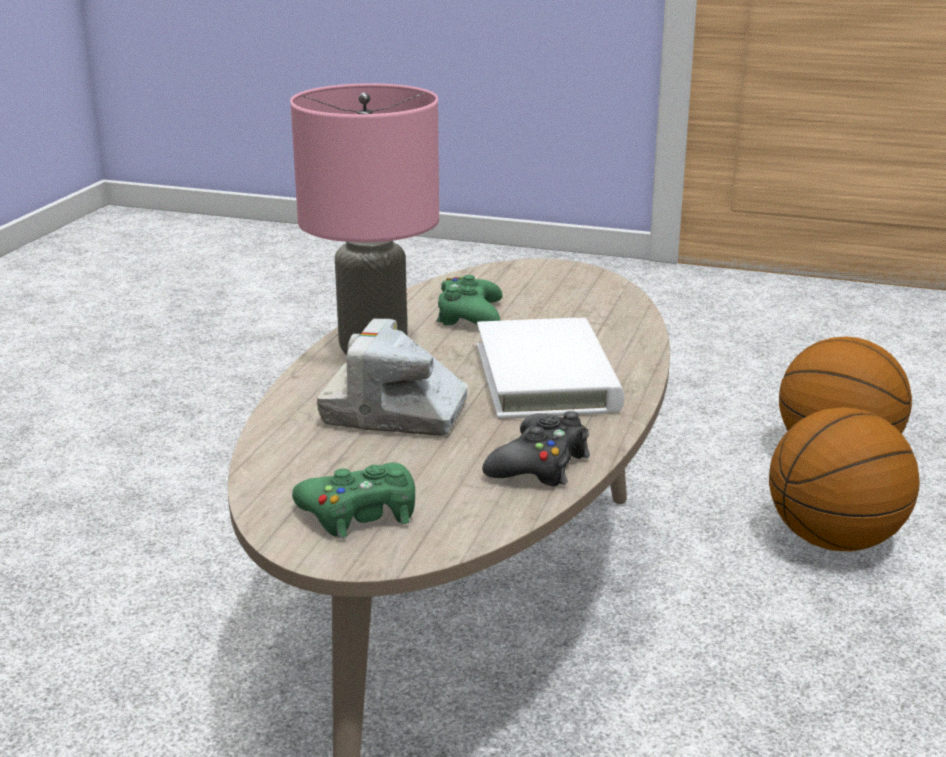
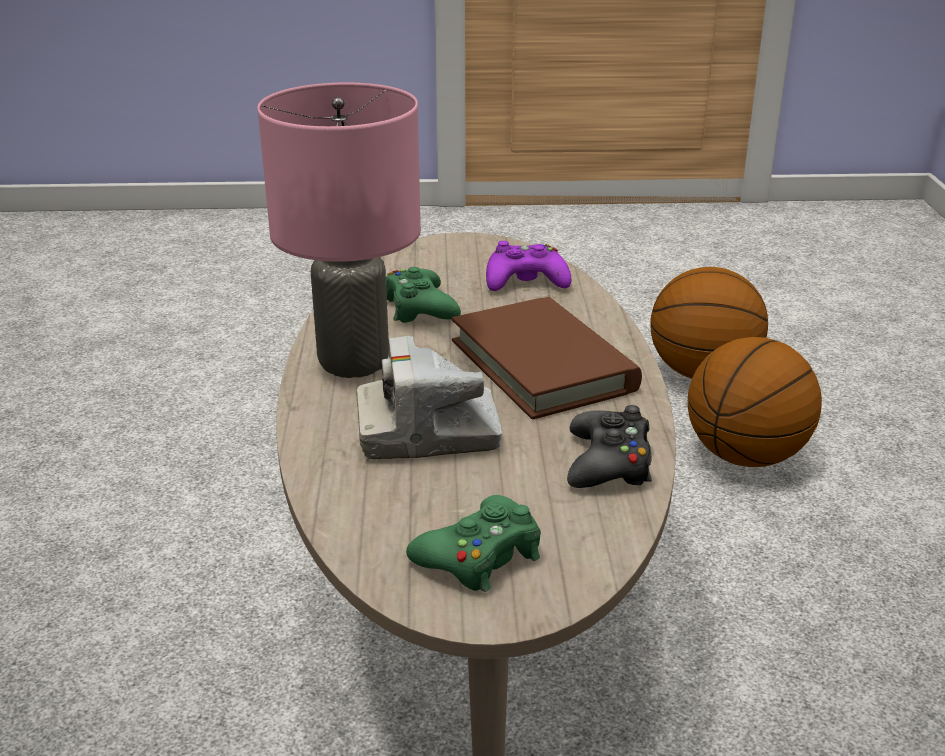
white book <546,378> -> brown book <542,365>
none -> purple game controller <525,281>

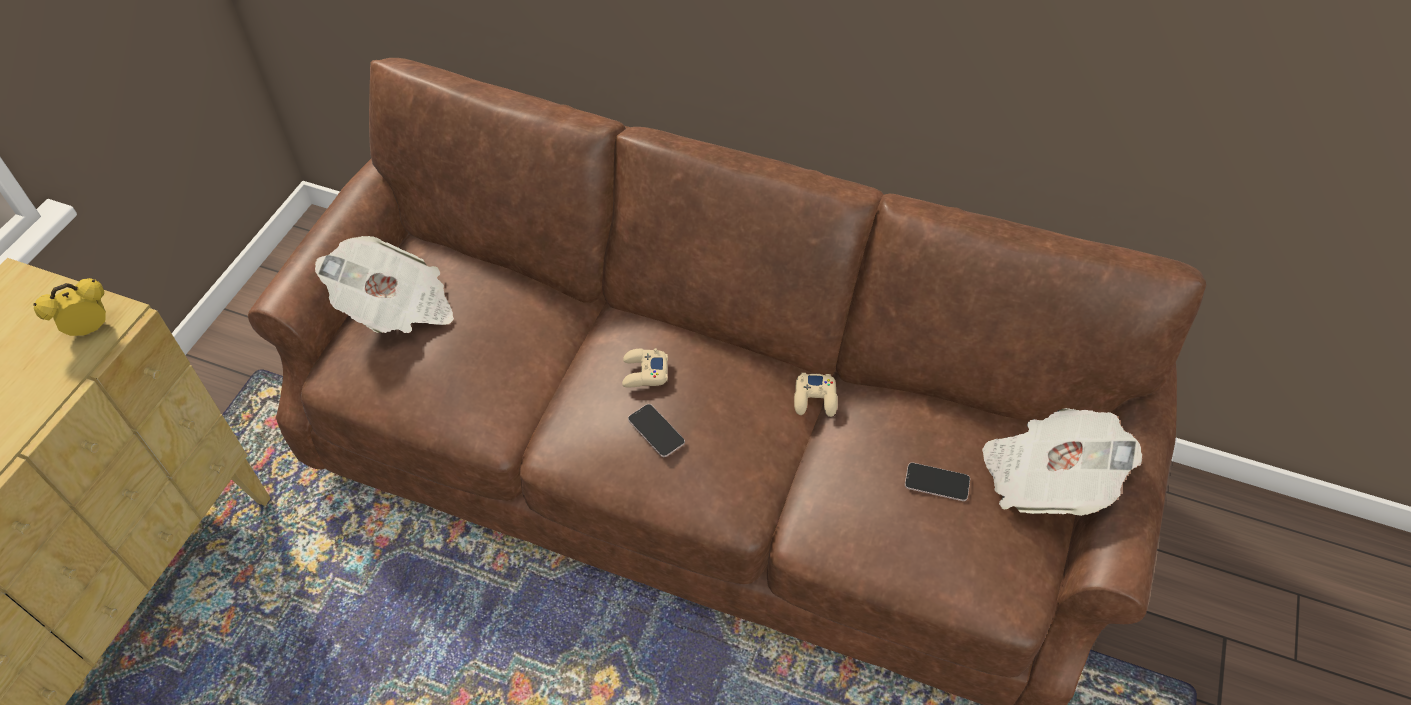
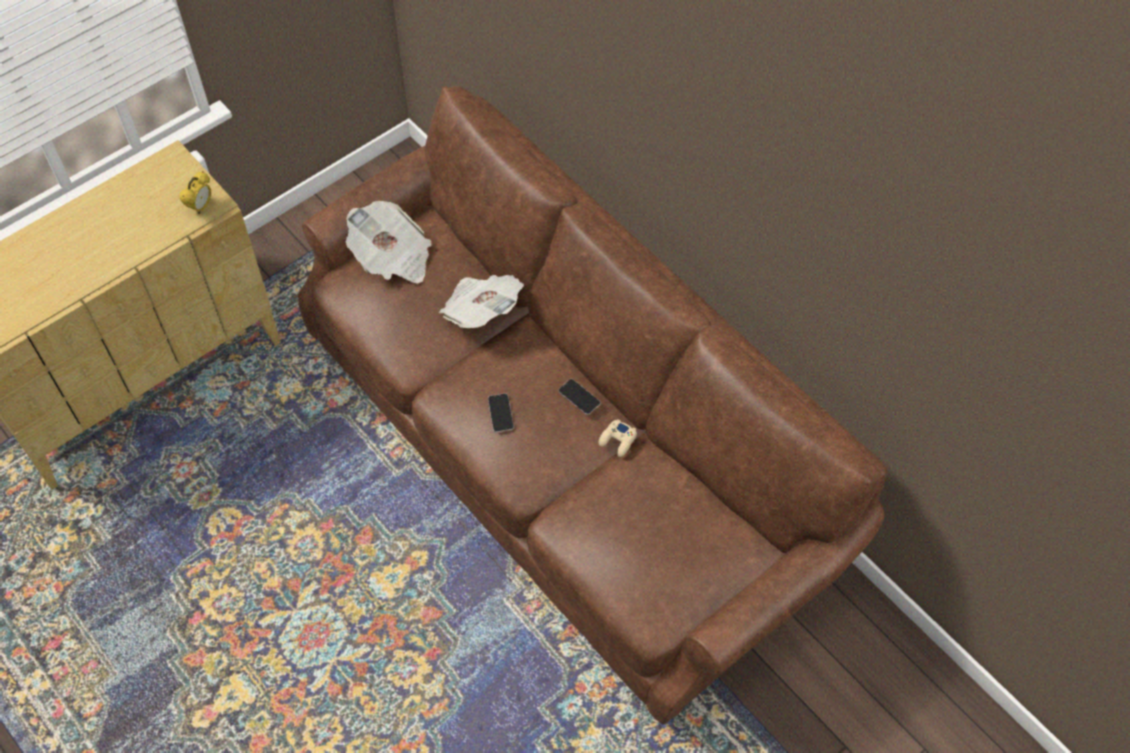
alarm clock <90,329> -> alarm clock <201,207>, 120 degrees clockwise
newspaper <1046,478> -> newspaper <481,311>, move
phone <937,482> -> phone <579,397>, move
beige game controller <644,373> -> none

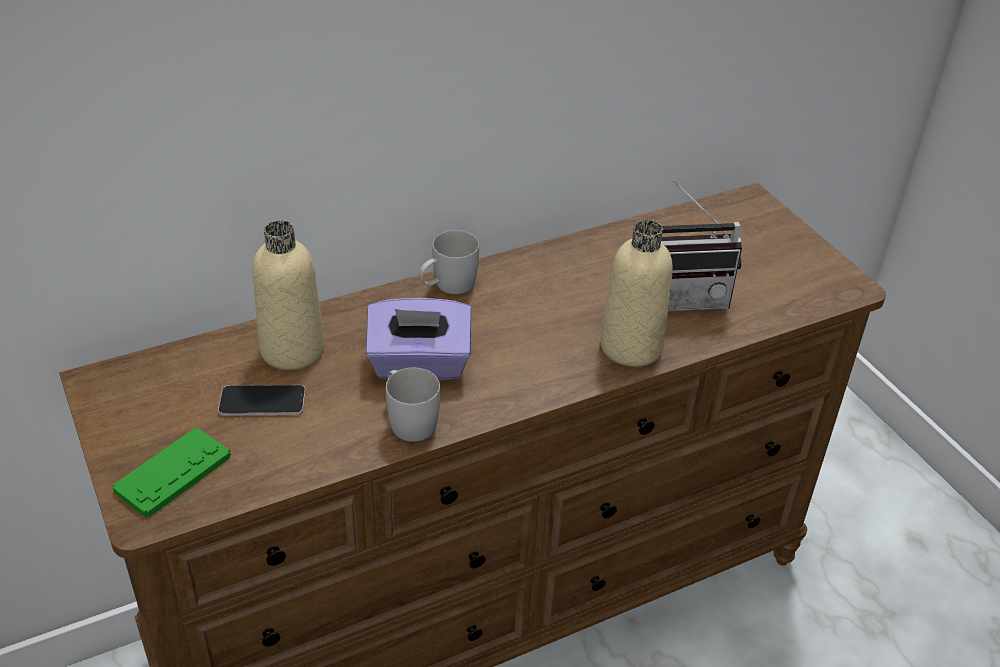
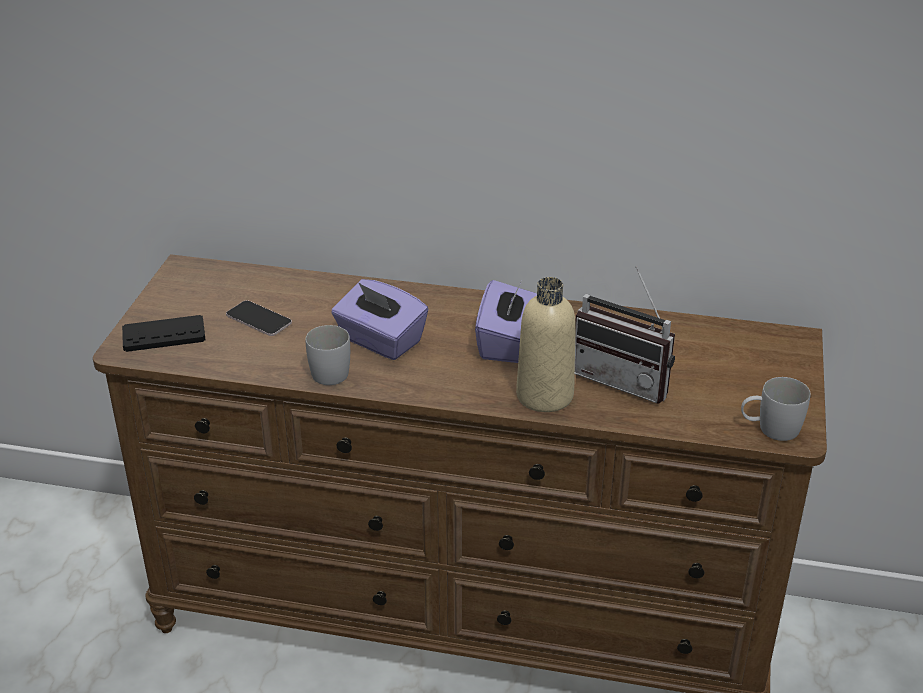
green game controller <173,473> -> black game controller <164,335>
none -> purple tissue box <508,343>
white mug <447,286> -> white mug <770,429>, move
beige bottle <292,350> -> none

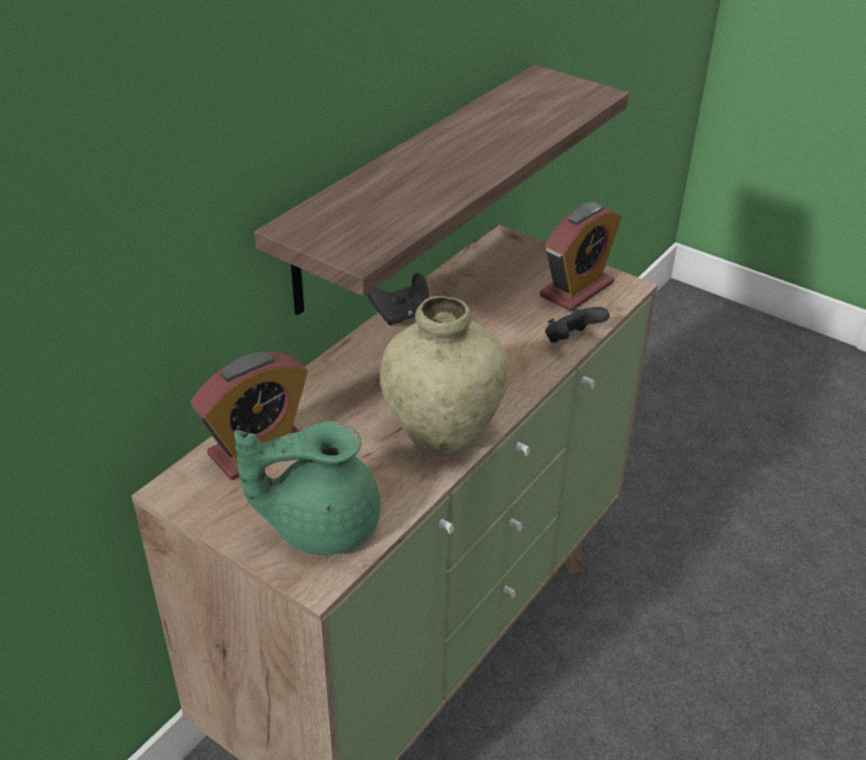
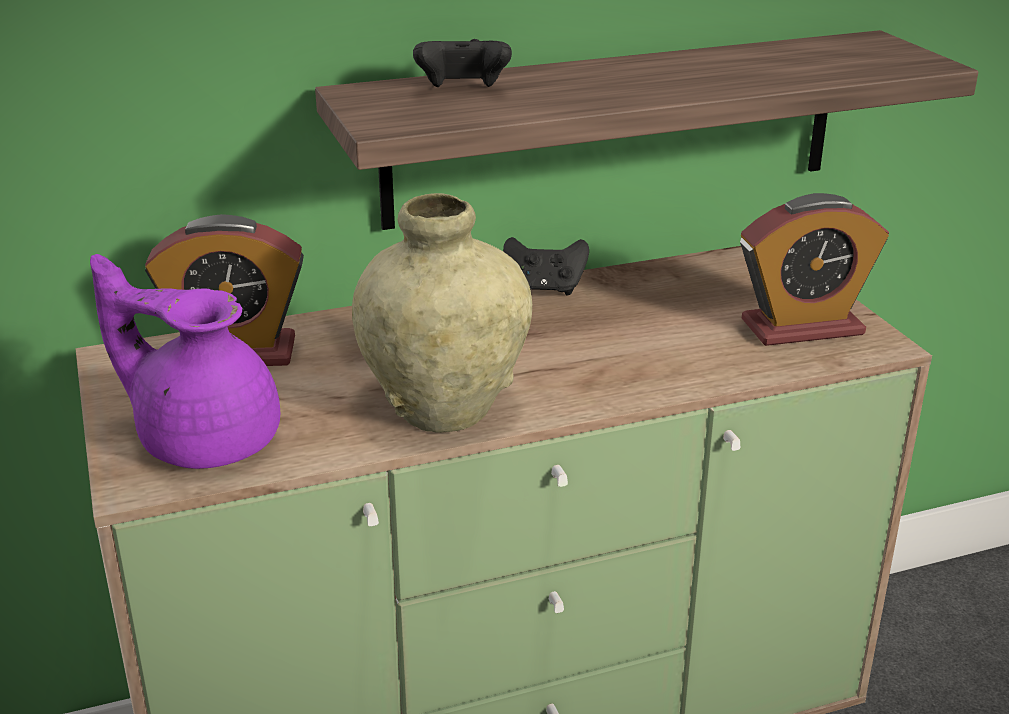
green teapot <321,525> -> purple teapot <205,439>
black game controller <571,340> -> black game controller <463,91>, move

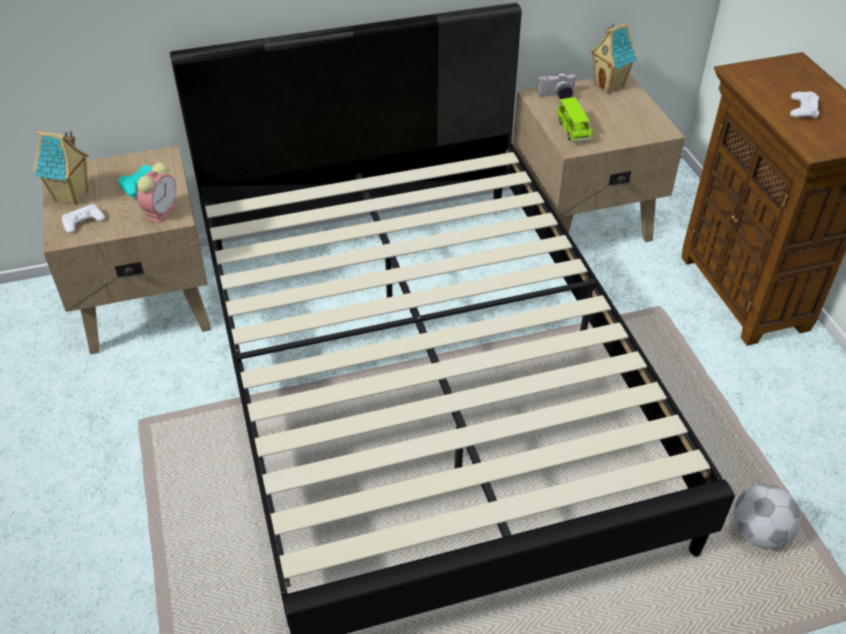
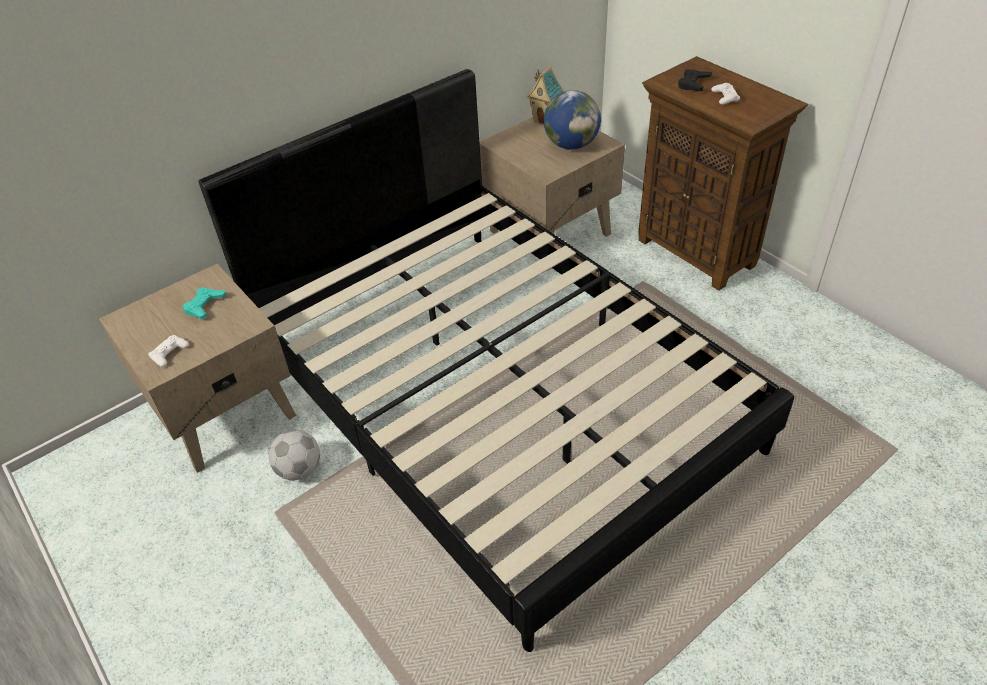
football <758,533> -> football <299,469>, move
none -> globe <571,145>
none -> black game controller <693,84>
toy house <72,196> -> none
alarm clock <161,211> -> none
photo camera <556,96> -> none
green toy car <573,130> -> none

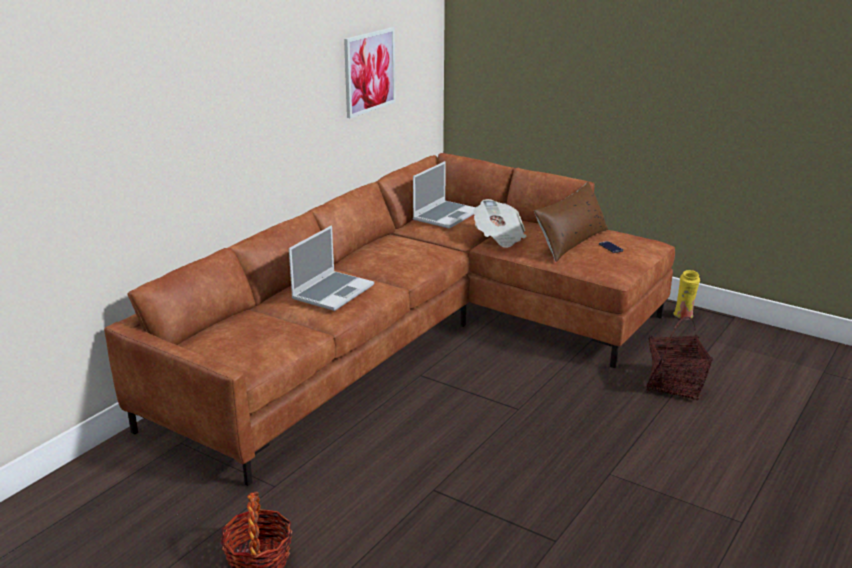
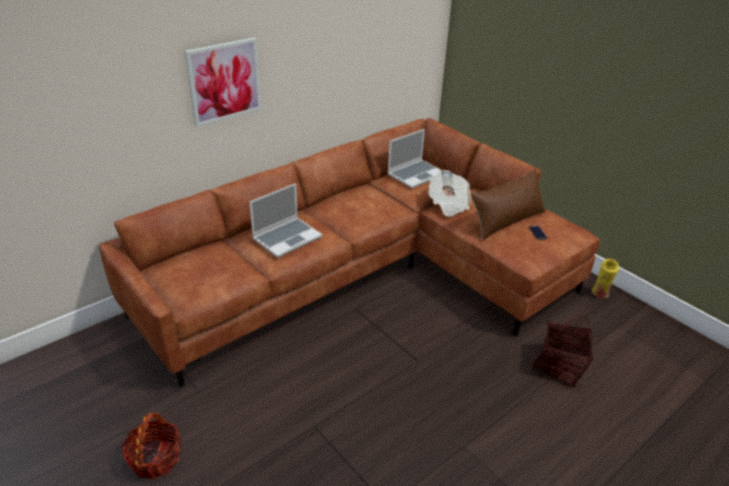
picture <369,71> -> picture <224,81>, move

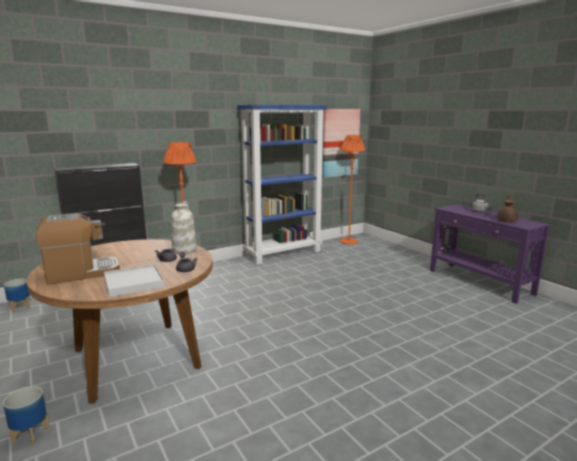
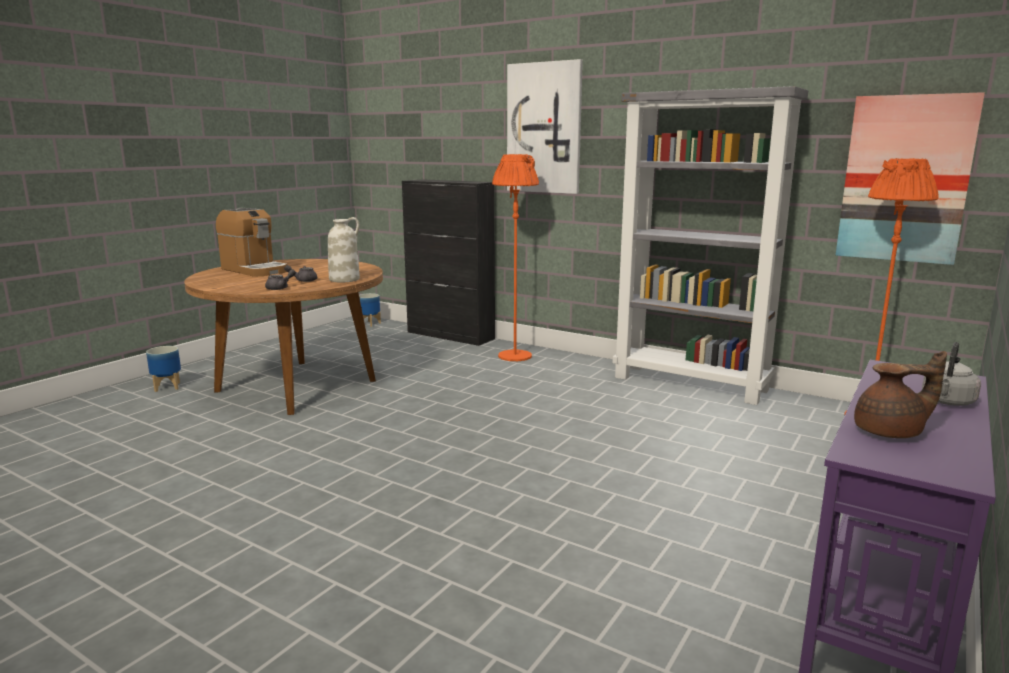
none -> picture <544,128>
blue bookcase <283,254> -> grey bookcase <691,383>
white tray <134,283> -> none

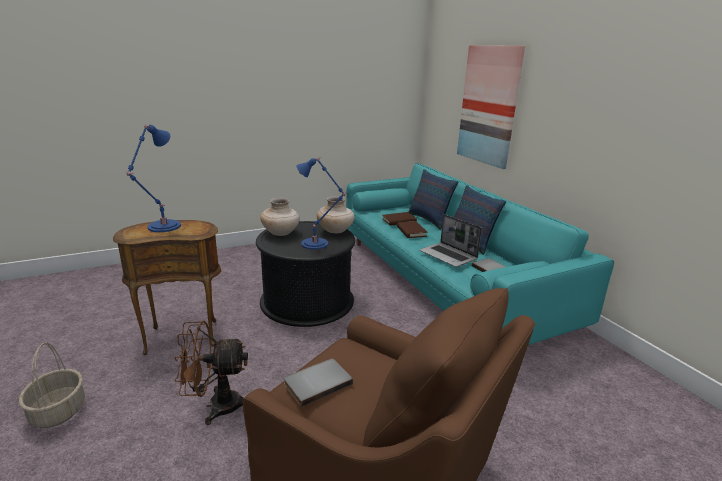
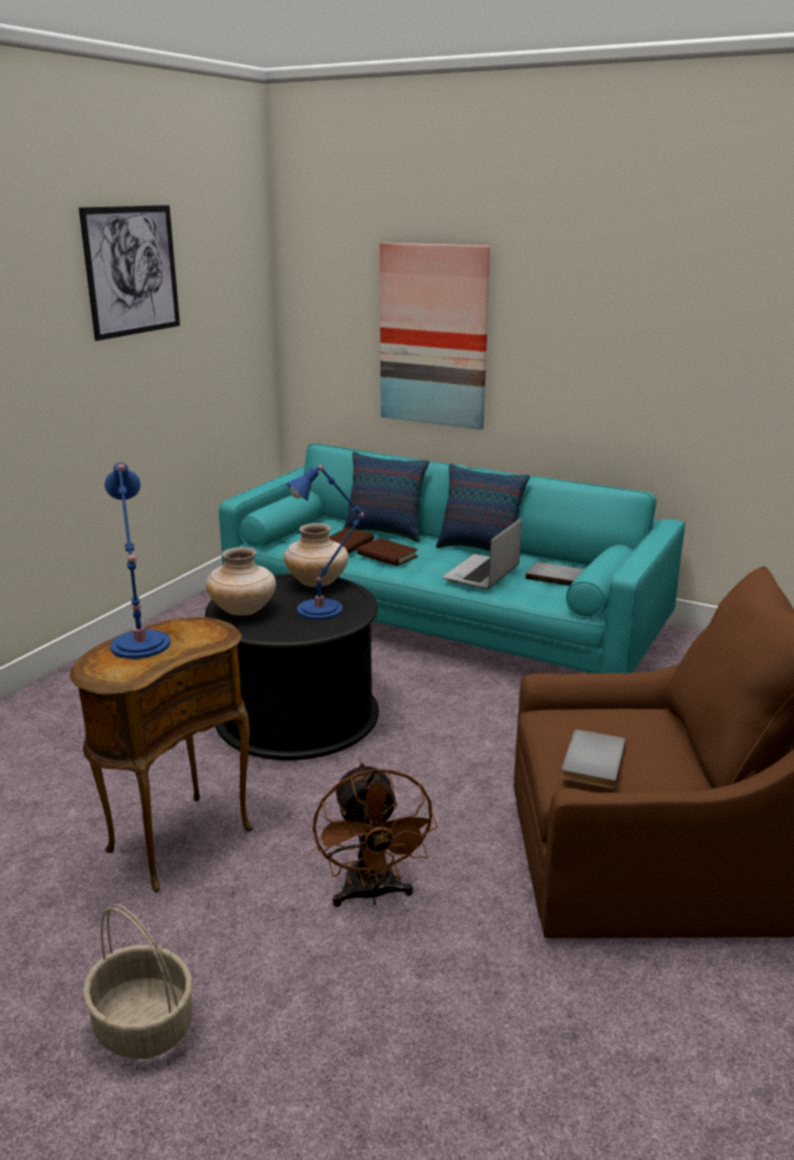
none -> picture <132,271>
brown fan <216,406> -> brown fan <372,894>, 60 degrees counterclockwise
laptop <449,256> -> laptop <482,574>, 105 degrees clockwise

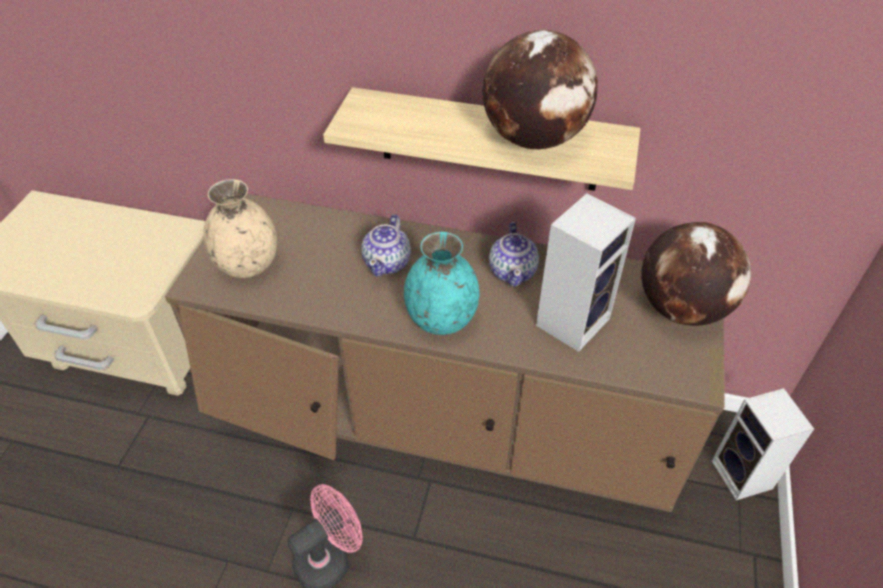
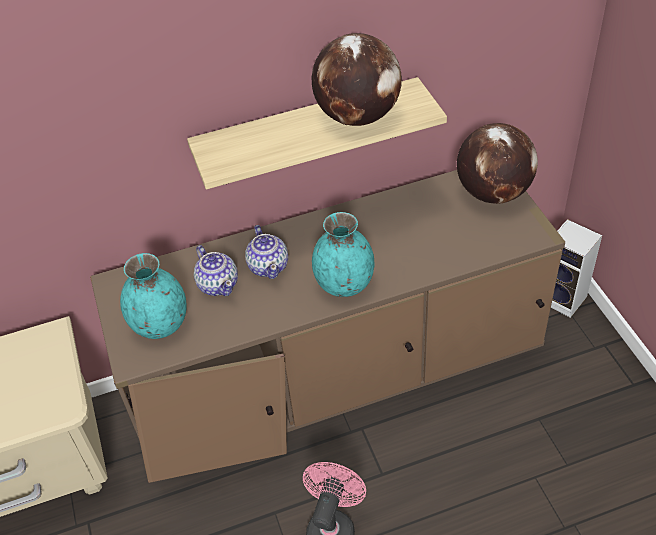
beige vase <247,265> -> turquoise vase <160,325>
teapot <513,271> -> teapot <218,284>, move
speaker <573,320> -> none

